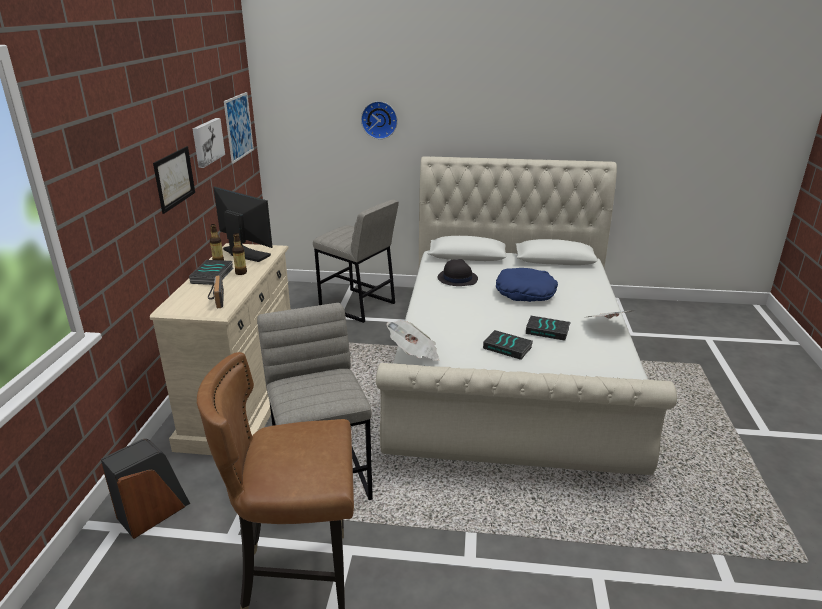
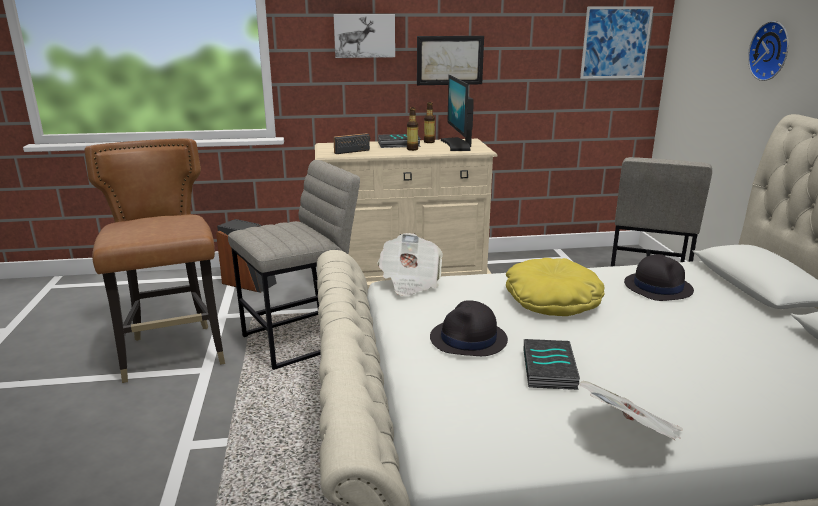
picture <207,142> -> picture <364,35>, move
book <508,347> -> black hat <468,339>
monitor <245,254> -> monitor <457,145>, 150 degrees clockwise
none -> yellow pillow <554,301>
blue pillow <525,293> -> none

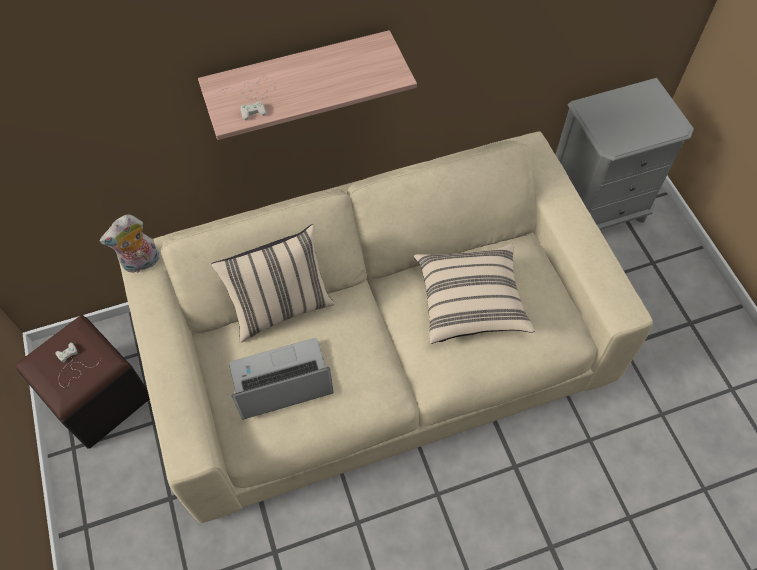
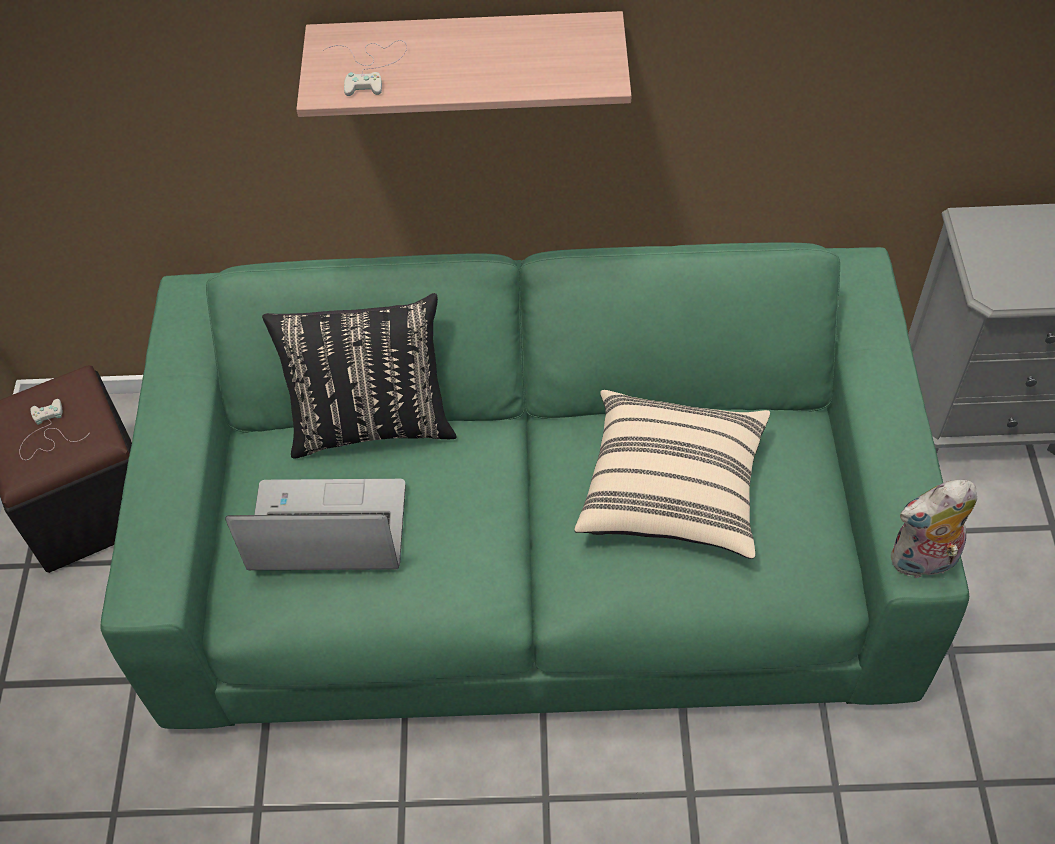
beige sofa <378,347> -> green sofa <534,542>
beige pillow <281,307> -> black pillow <372,423>
plush toy <141,263> -> plush toy <922,562>, move

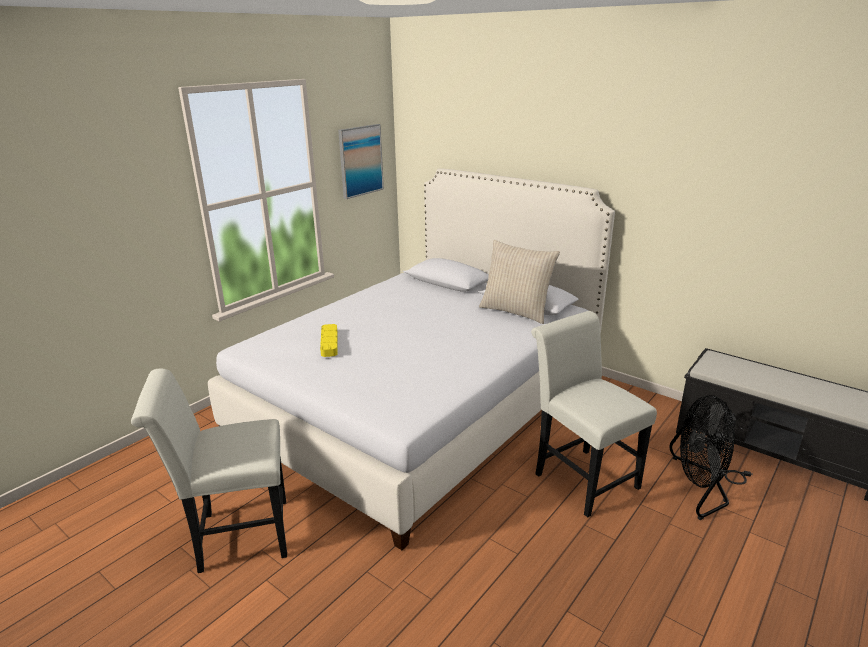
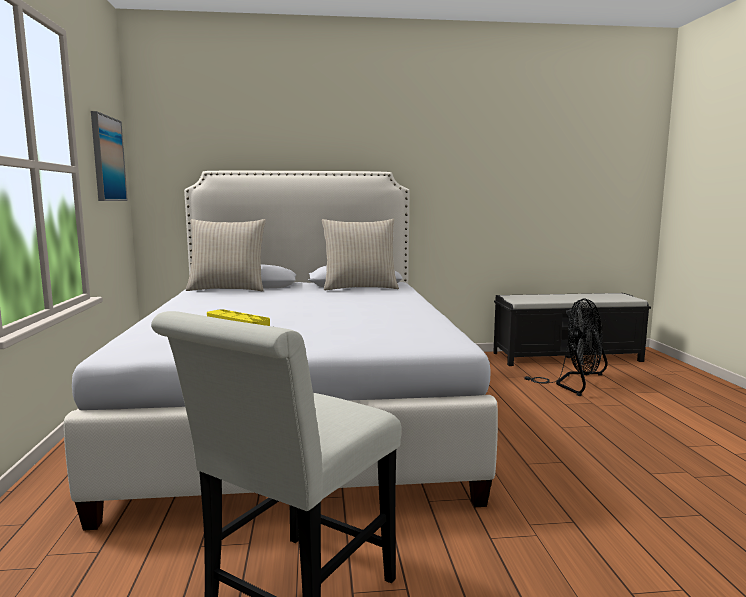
none -> beige pillow <228,289>
black fan <704,485> -> black fan <573,382>, 105 degrees counterclockwise
white chair <581,477> -> none

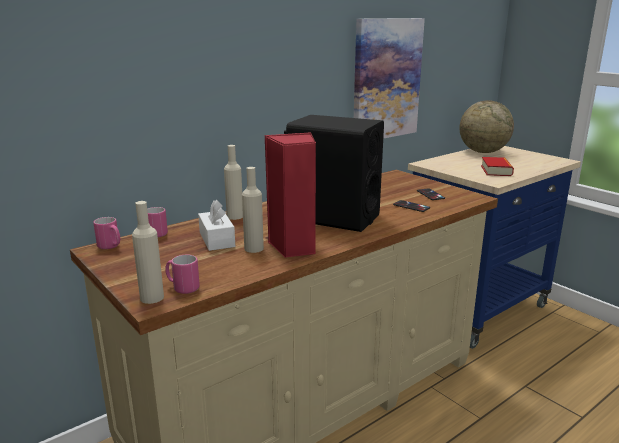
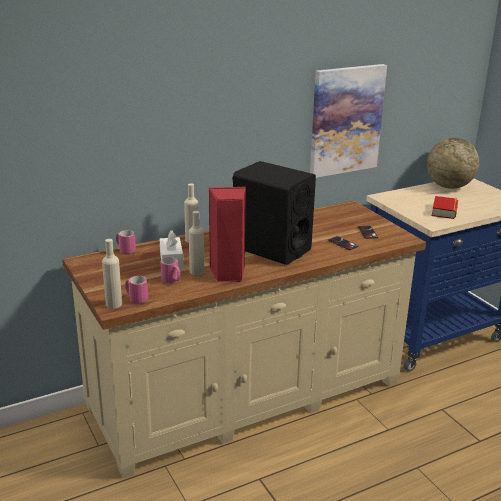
pink mug <111,247> -> pink mug <172,281>, move

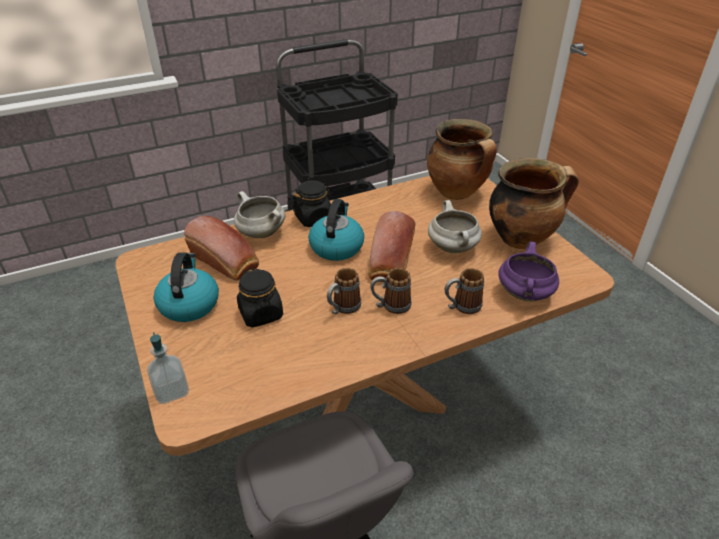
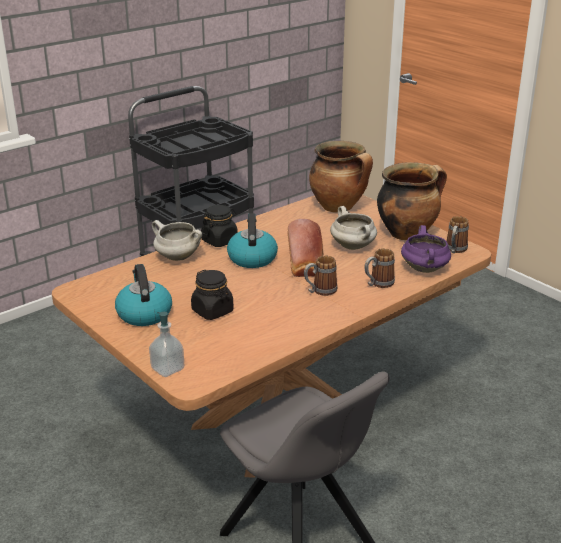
mug <343,308> -> mug <455,250>, move
bread <226,262> -> none

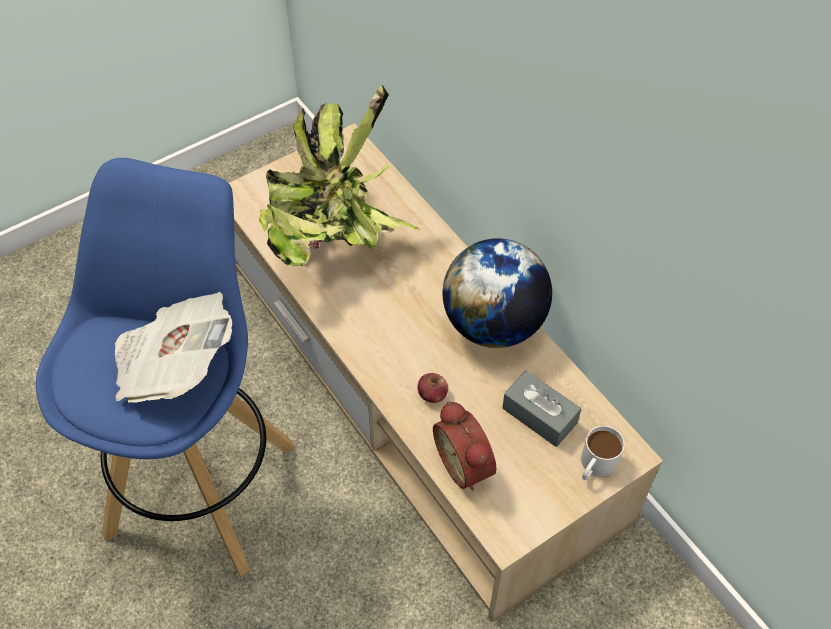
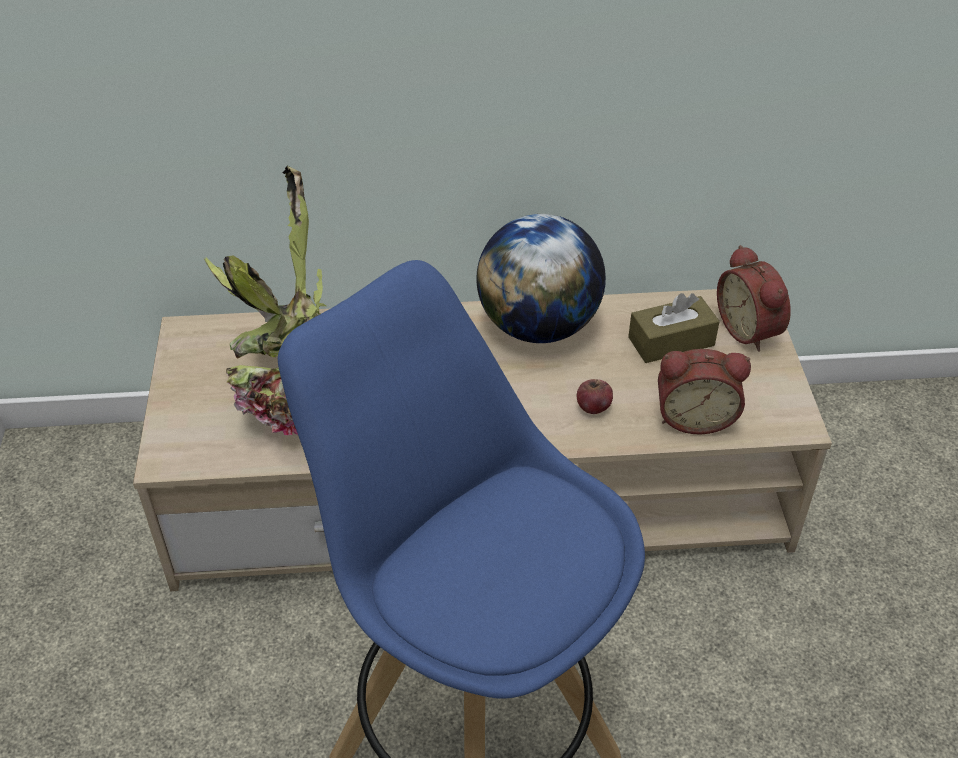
grey tissue box <539,415> -> brown tissue box <671,341>
white mug <595,465> -> alarm clock <750,329>
newspaper <174,365> -> none

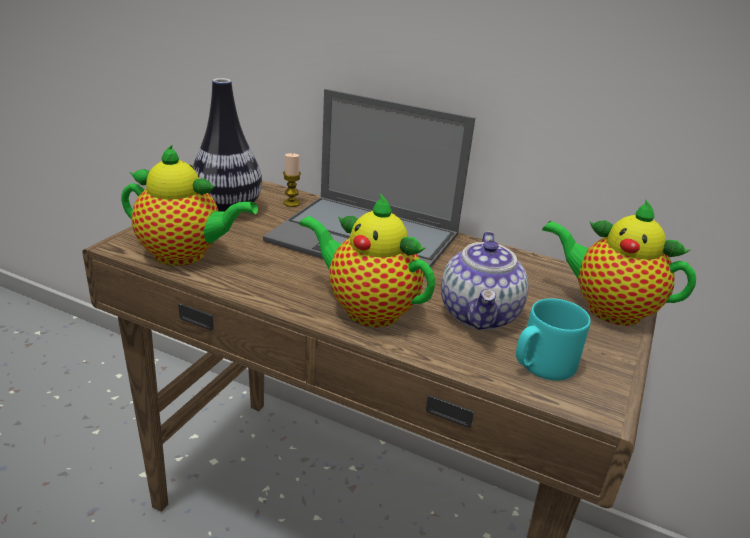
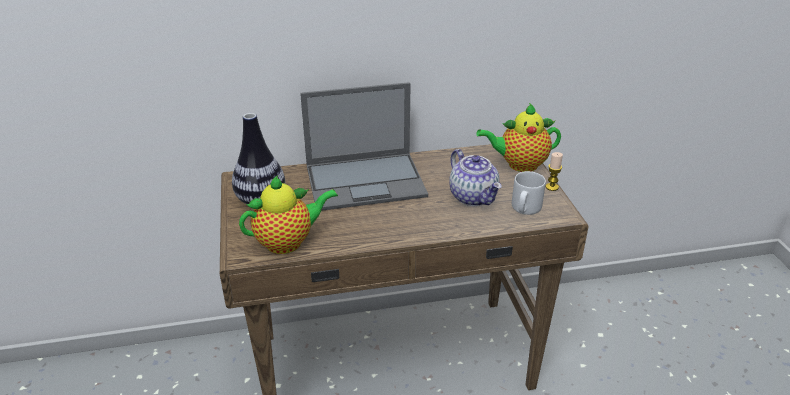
turquoise mug <541,365> -> grey mug <525,209>
candle <291,203> -> candle <552,187>, move
teapot <367,309> -> none

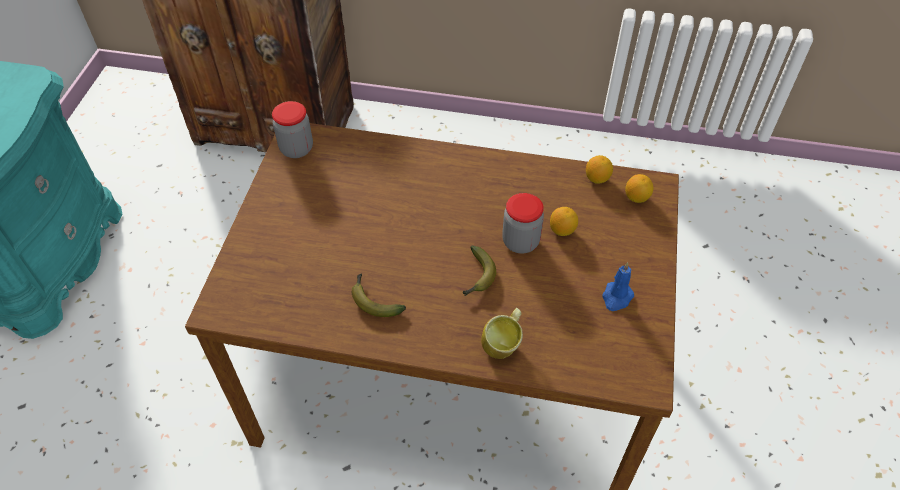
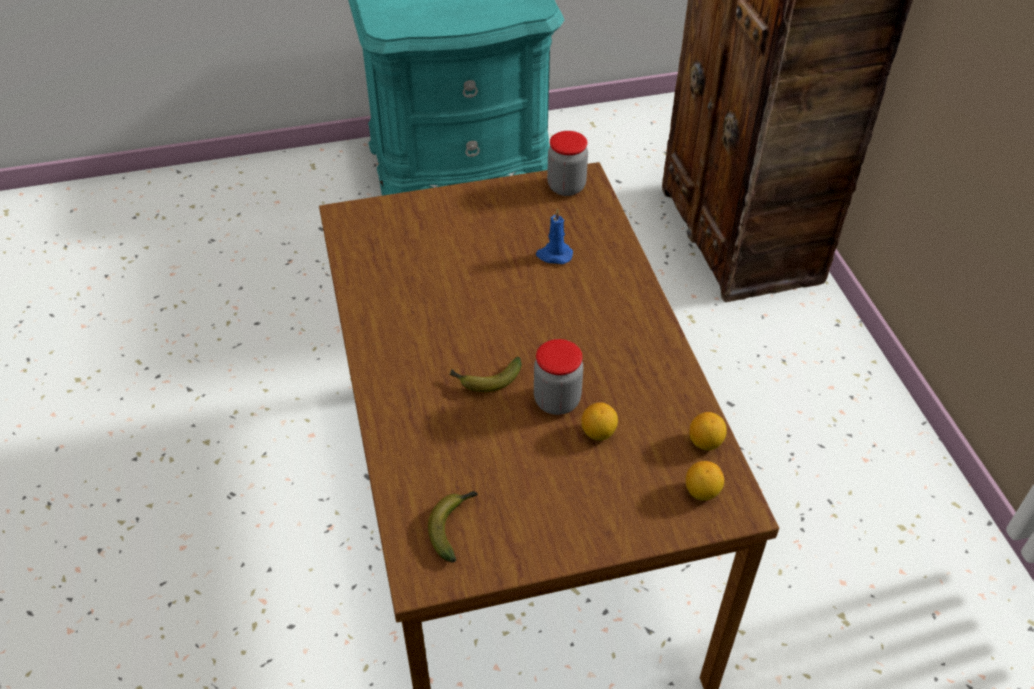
banana <374,300> -> banana <453,526>, move
blue candle <616,297> -> blue candle <554,255>, move
mug <503,345> -> none

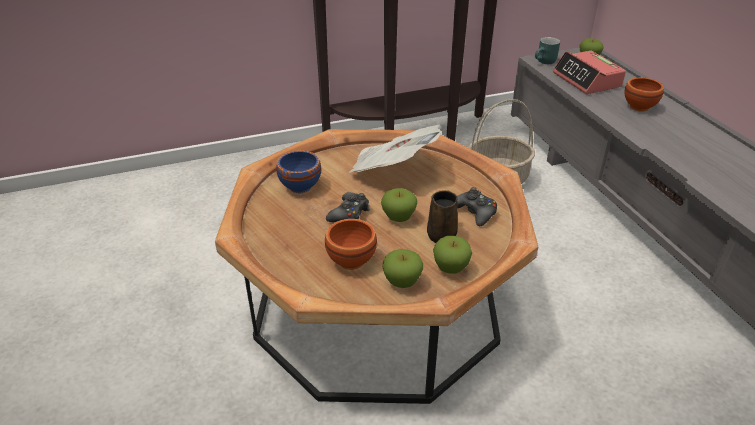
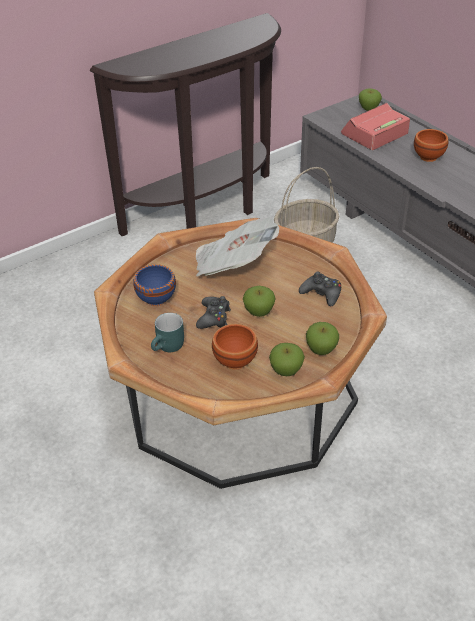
turquoise mug <545,62> -> turquoise mug <169,347>, move
alarm clock <587,80> -> alarm clock <374,134>, 90 degrees clockwise
brown mug <442,234> -> none

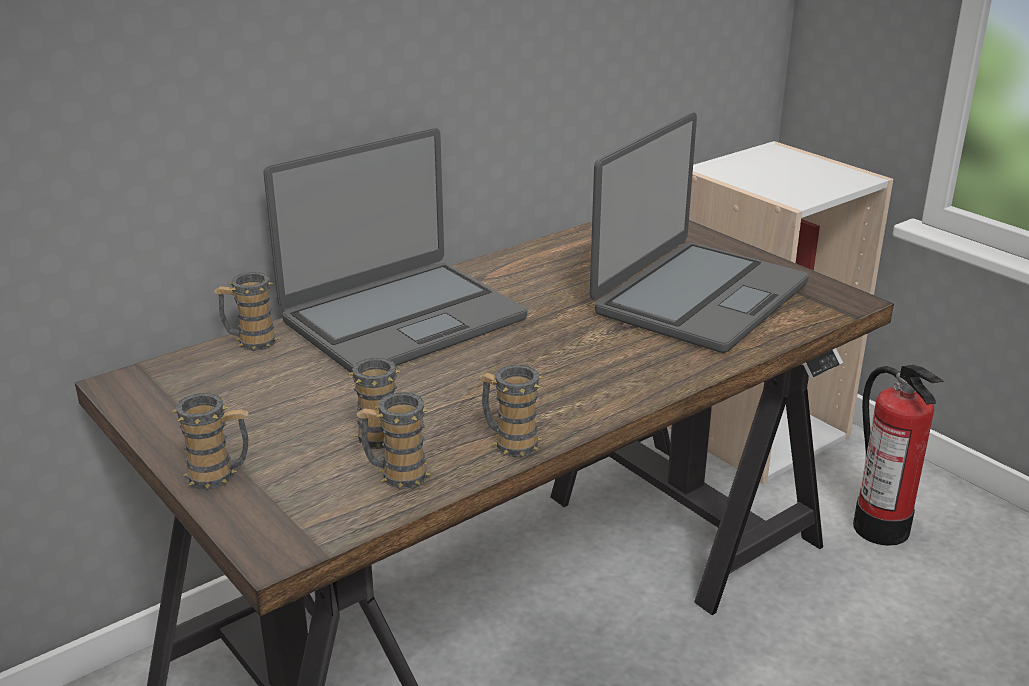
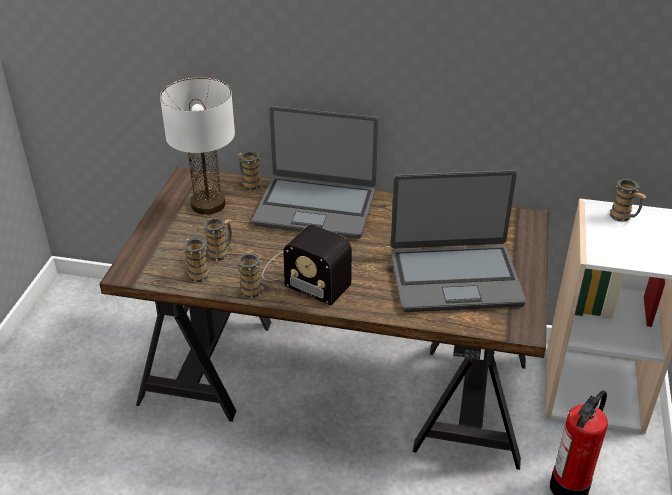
none -> table lamp <207,204>
none -> radio <303,276>
mug <219,475> -> mug <623,217>, move

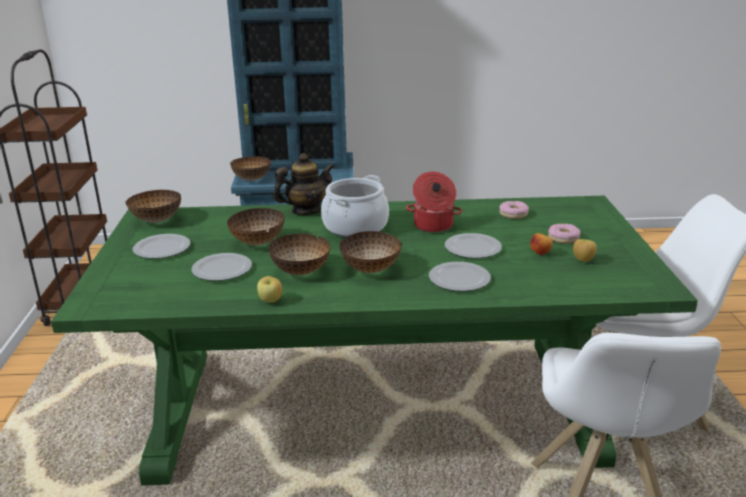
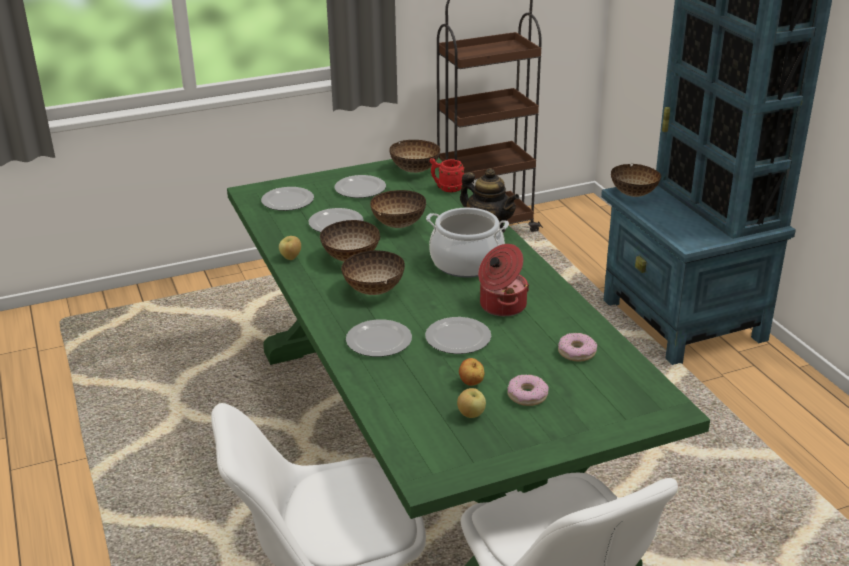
none -> plate <288,201>
none -> red mug <446,188>

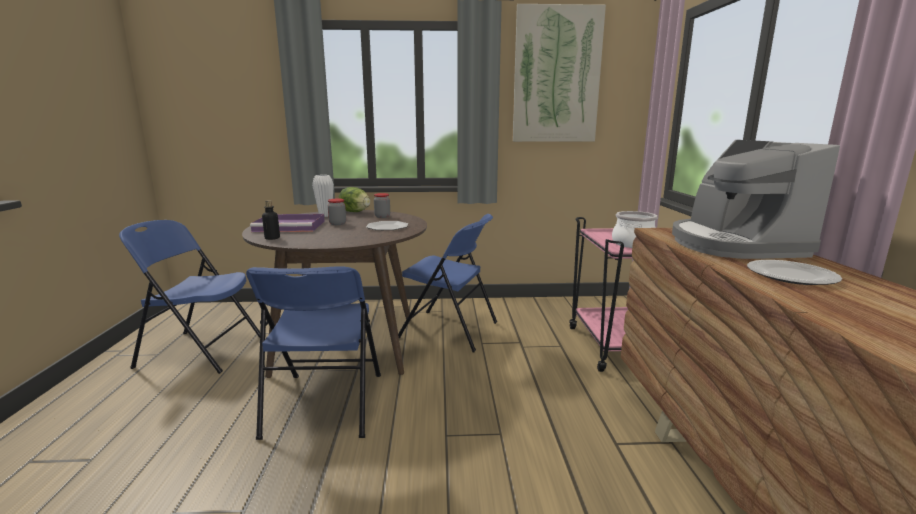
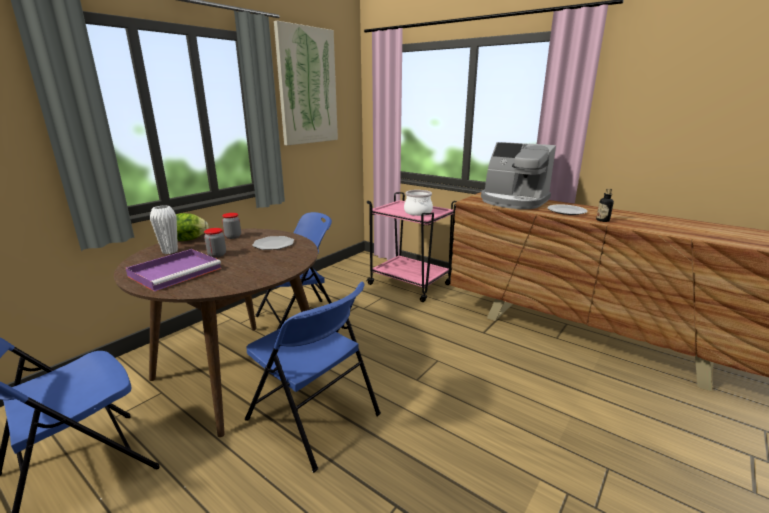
bottle <272,238> -> bottle <602,220>, move

